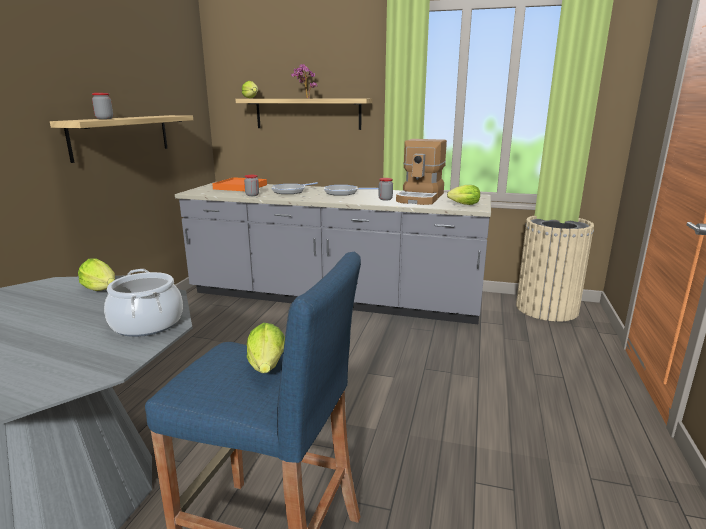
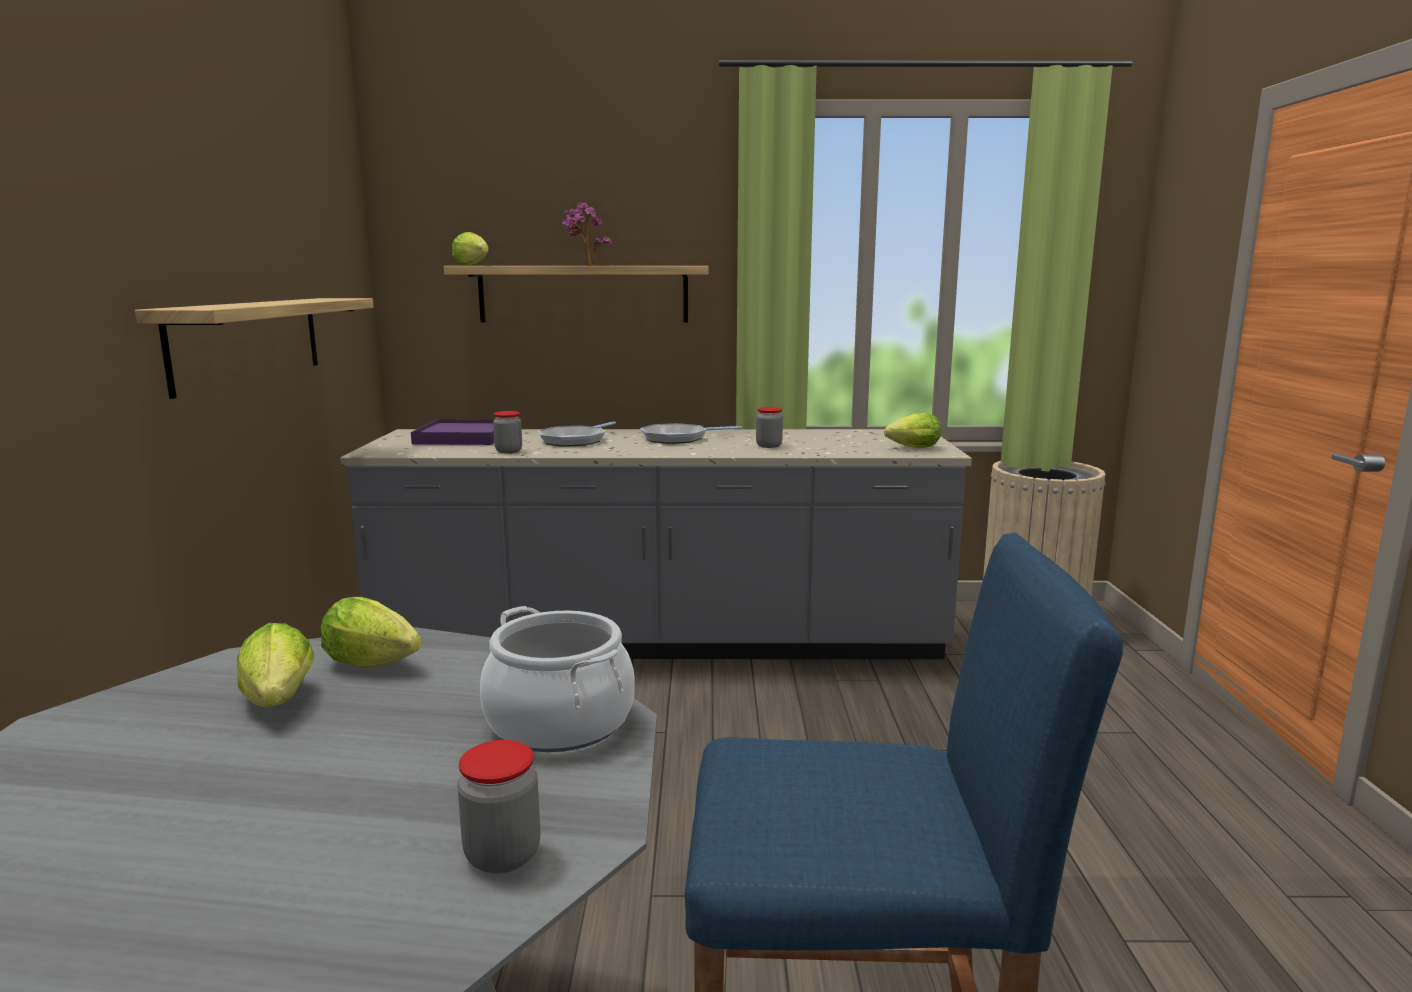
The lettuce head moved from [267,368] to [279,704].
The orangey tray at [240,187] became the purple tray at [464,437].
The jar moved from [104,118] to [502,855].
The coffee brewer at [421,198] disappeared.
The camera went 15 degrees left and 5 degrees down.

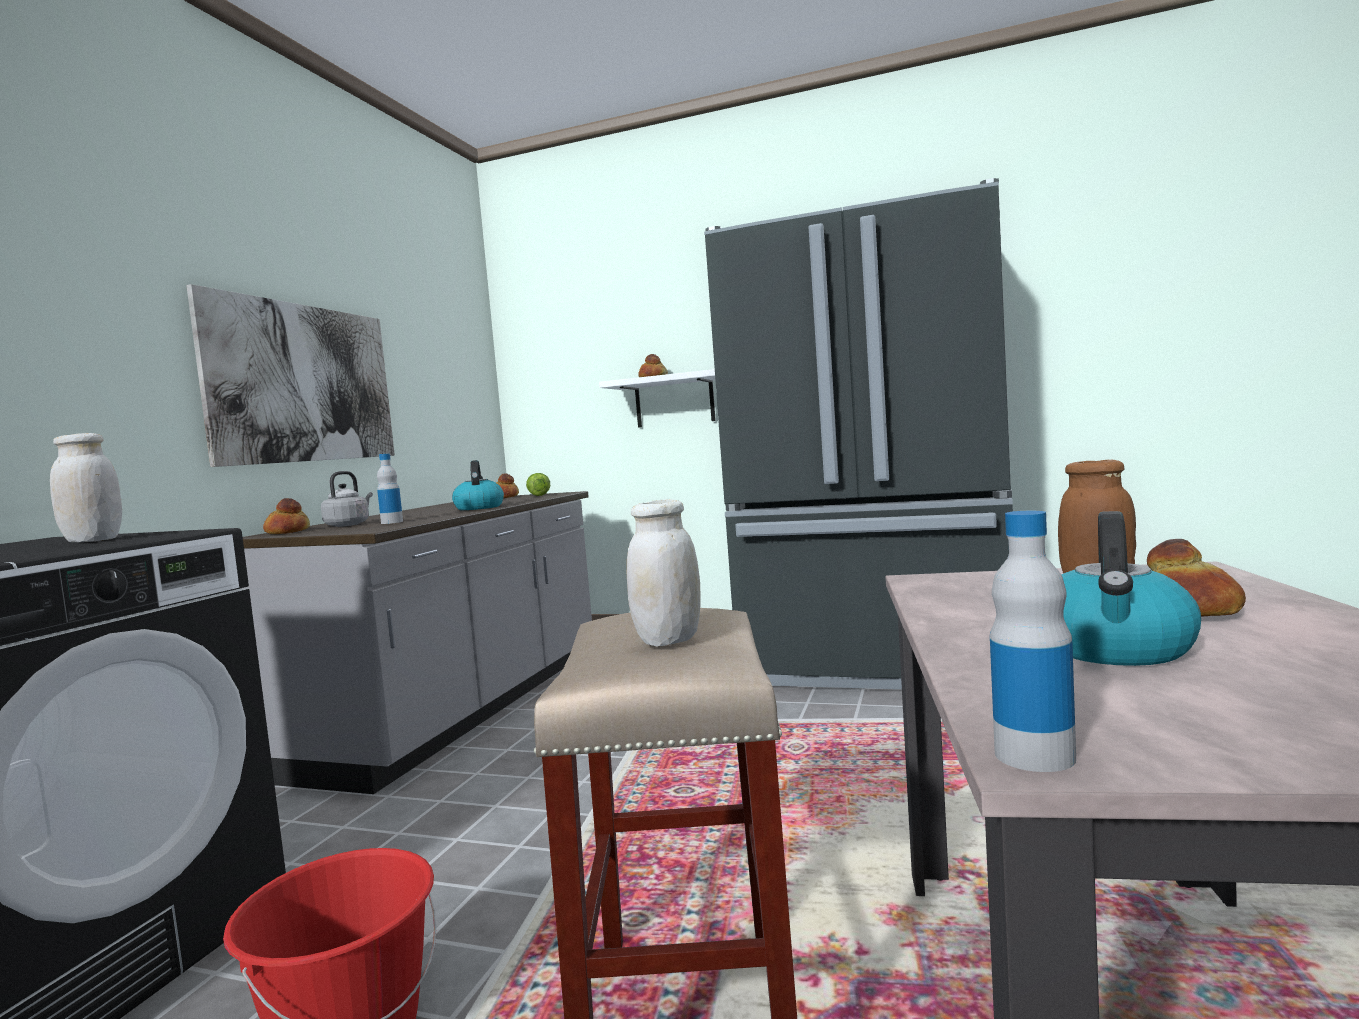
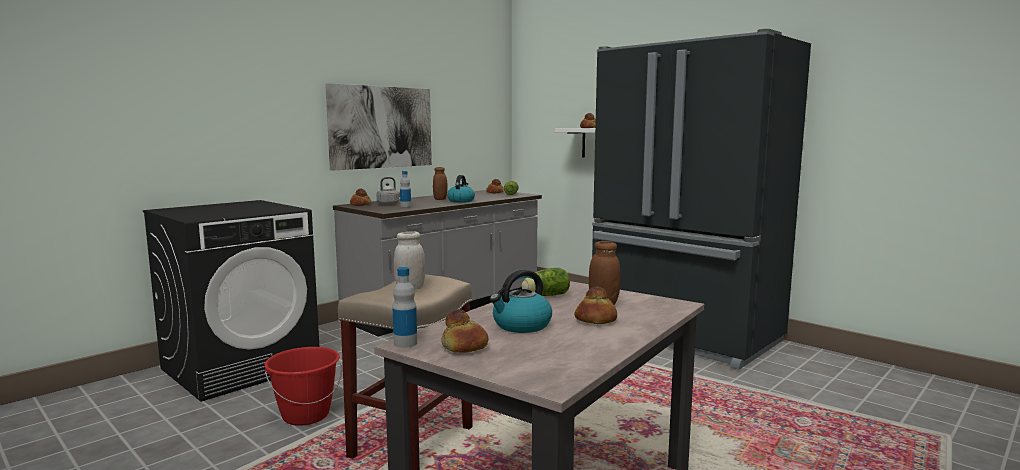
The brown jar at [440,199] appeared.
The bread at [464,347] appeared.
The lettuce head at [544,296] appeared.
The white-coloured jar at [92,541] disappeared.
The camera went 25 degrees right and 5 degrees up.

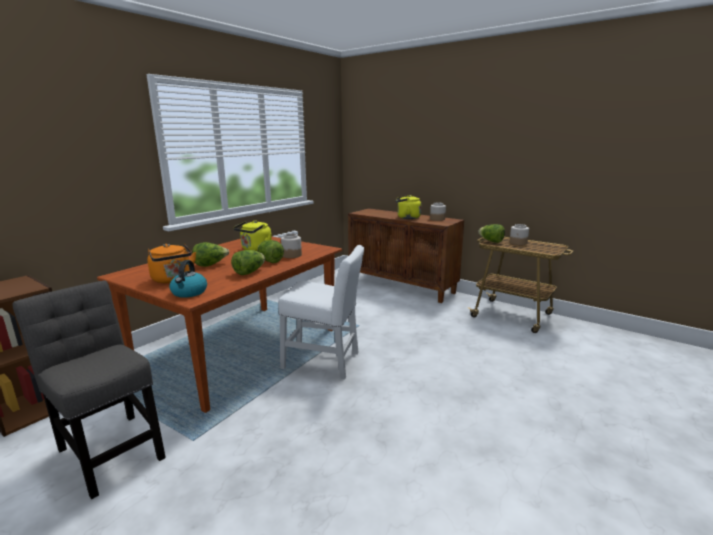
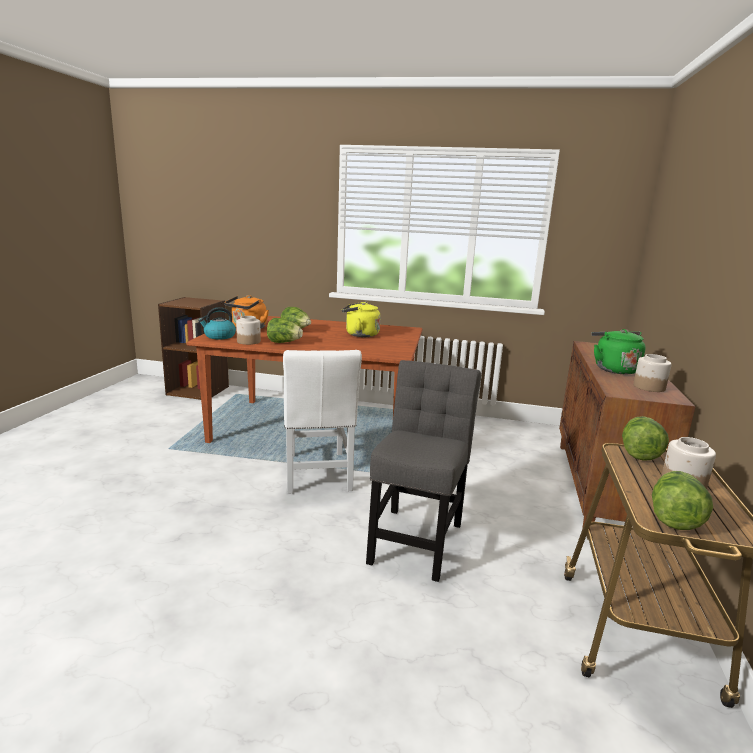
The jar moved from [292,255] to [249,341].
The greyish chair moved from [110,449] to [416,538].
The yellow-coloured kettle at [407,218] became the greenish kettle at [613,369].
The lettuce head moved from [270,261] to [673,517].
The camera went 65 degrees right and 0 degrees up.

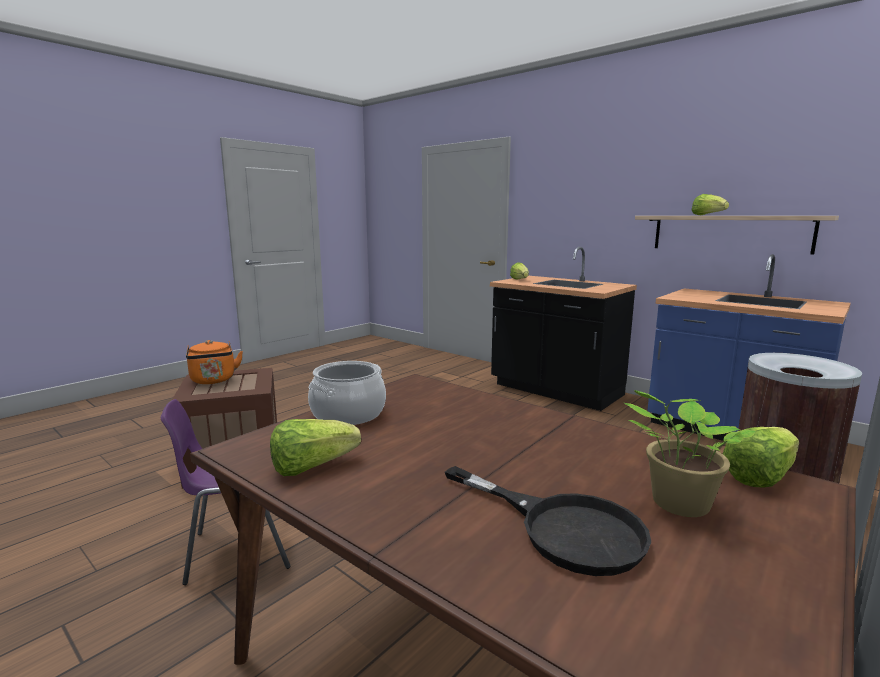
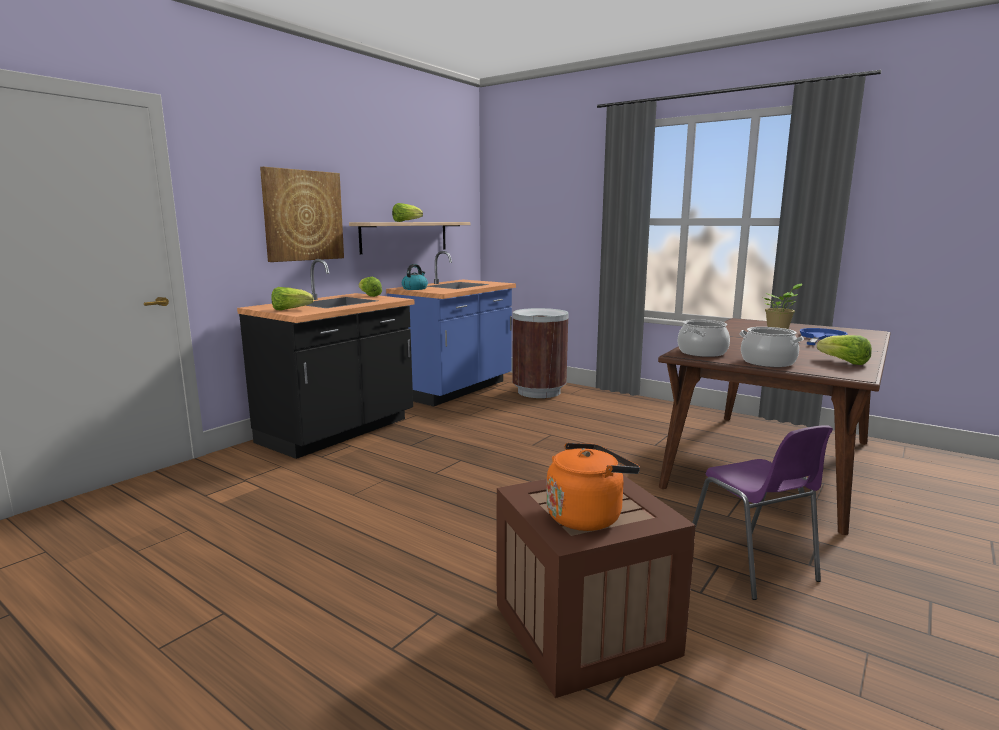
The picture at [303,215] appeared.
The lettuce head moved from [760,476] to [369,296].
The kettle at [415,288] appeared.
The stockpot at [702,352] appeared.
The blackish skillet at [562,527] became the bluish skillet at [820,337].
The camera went 95 degrees left and 0 degrees up.

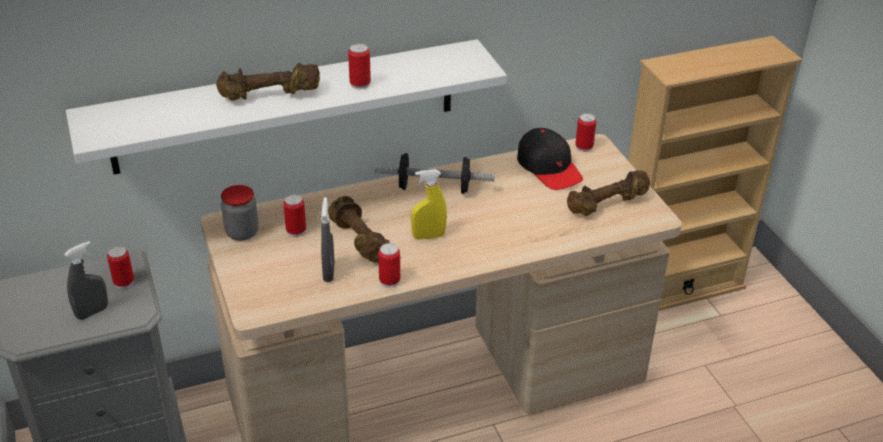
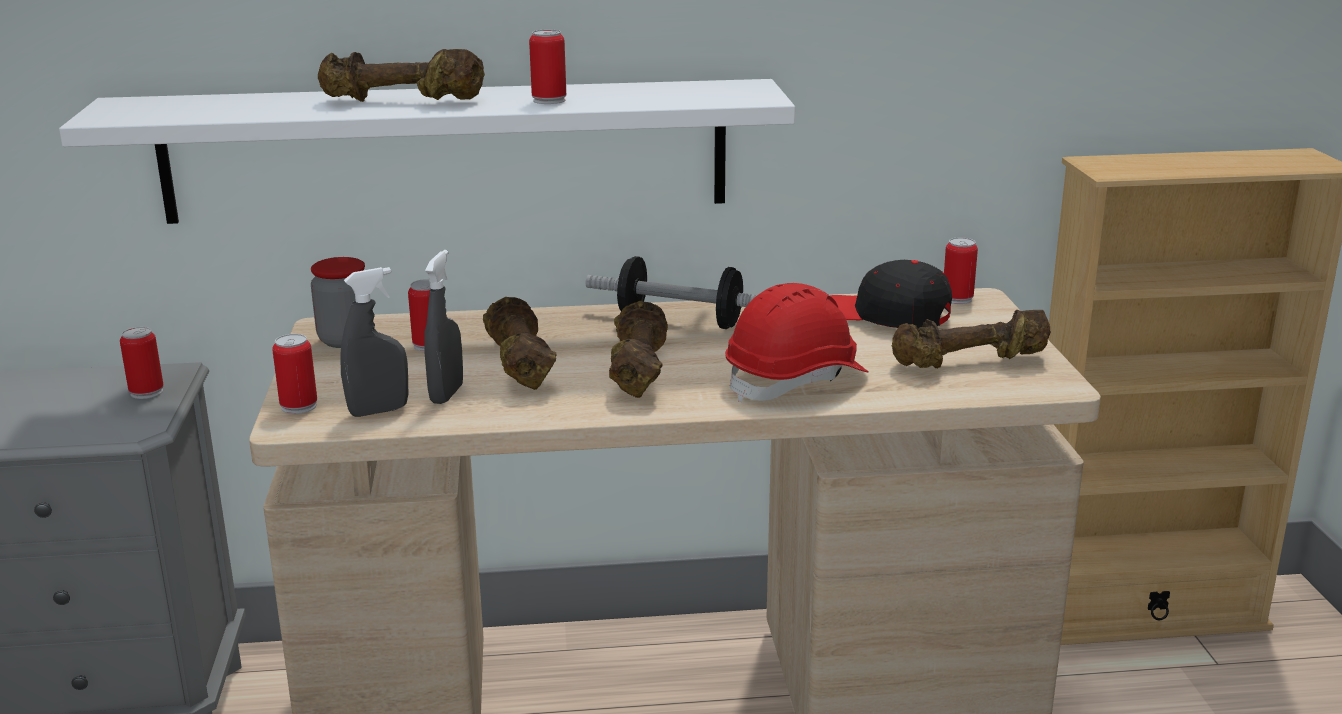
The can moved from [389,280] to [299,406].
The greyish sprayer moved from [92,312] to [378,411].
The yellow-coloured sprayer at [428,236] was replaced by the brown dumbbell at [637,370].
The reddish work helmet at [796,381] appeared.
The blackish cap at [549,168] turned 135 degrees clockwise.
The camera went 15 degrees right and 15 degrees down.

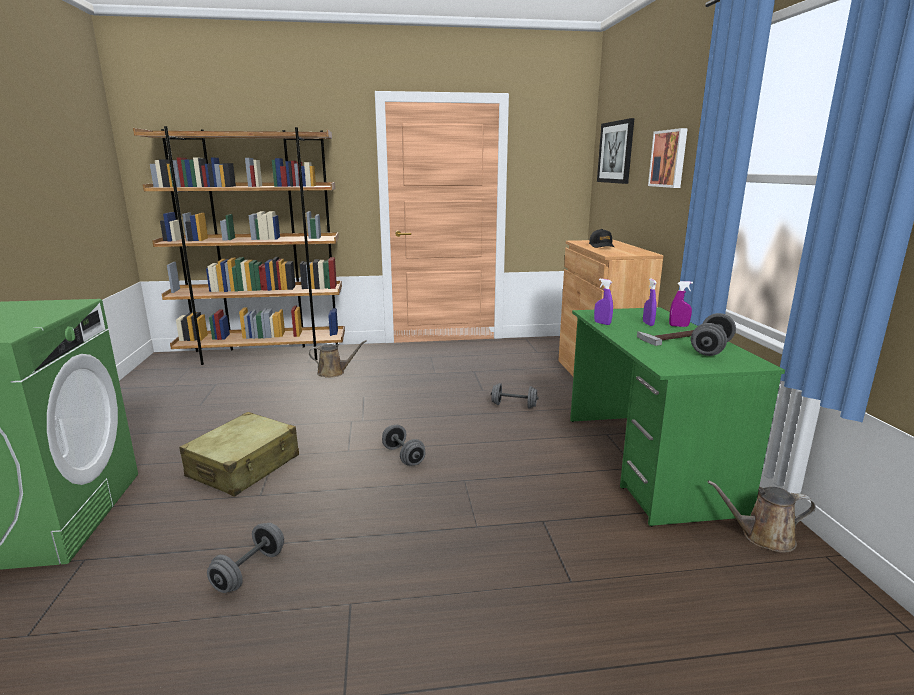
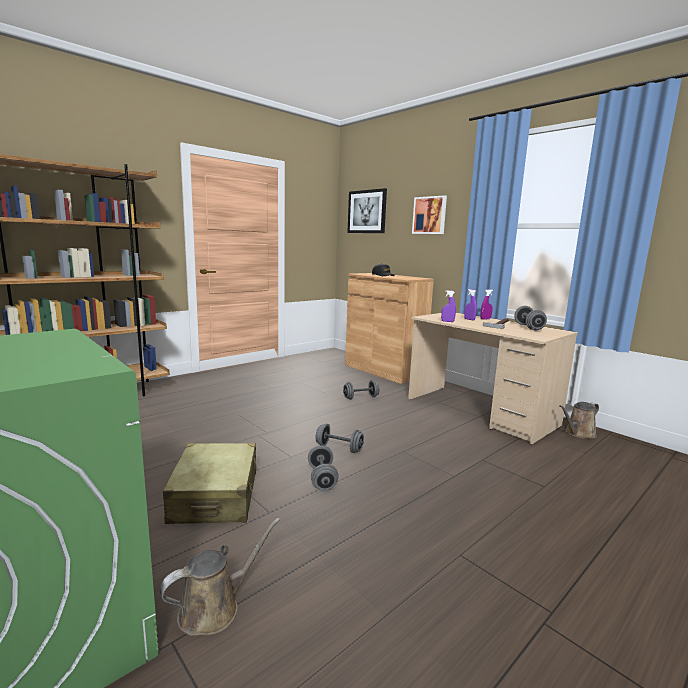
The brown sprinkling can moved from [334,372] to [215,608].
The greyish dumbbell moved from [249,571] to [322,478].
The greenish desk at [646,462] became the beige-coloured desk at [480,412].
The camera went 35 degrees left and 5 degrees down.

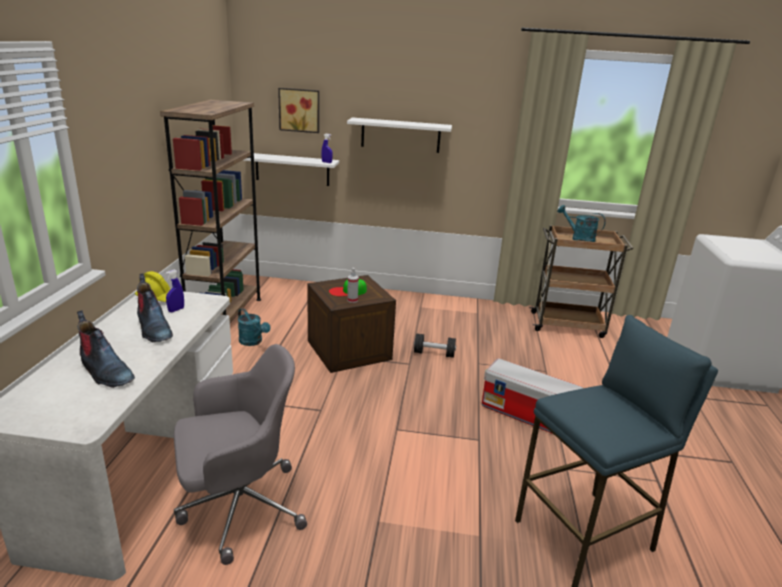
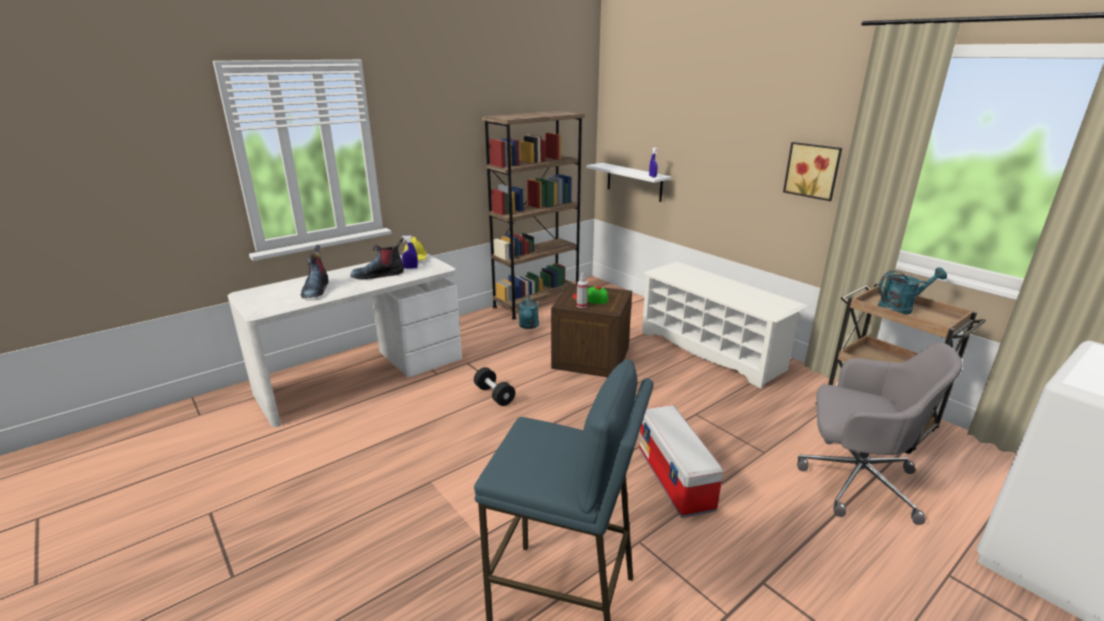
The boot at [153,329] turned 60 degrees clockwise.
The blackish dumbbell moved from [434,353] to [494,395].
The white-coloured shoe shelf at [711,350] appeared.
The picture moved from [299,110] to [813,170].
The greyish desk chair moved from [238,507] to [854,480].
The turquoise sprinkling can at [578,239] turned 90 degrees clockwise.
The white-coloured bracket shelf at [400,135] disappeared.
The camera went 45 degrees right and 0 degrees up.

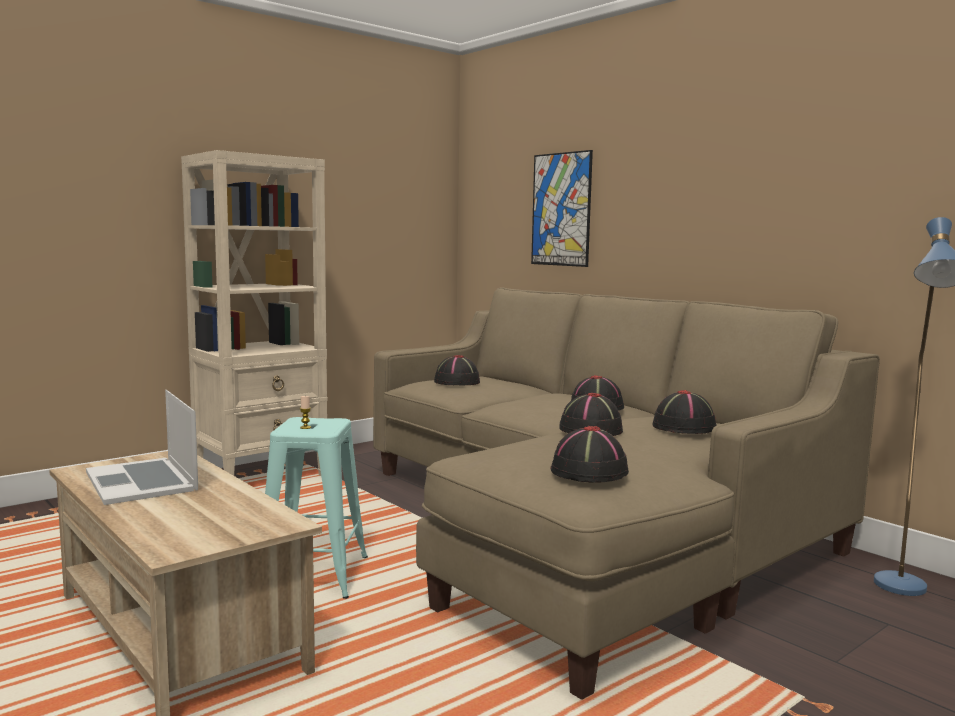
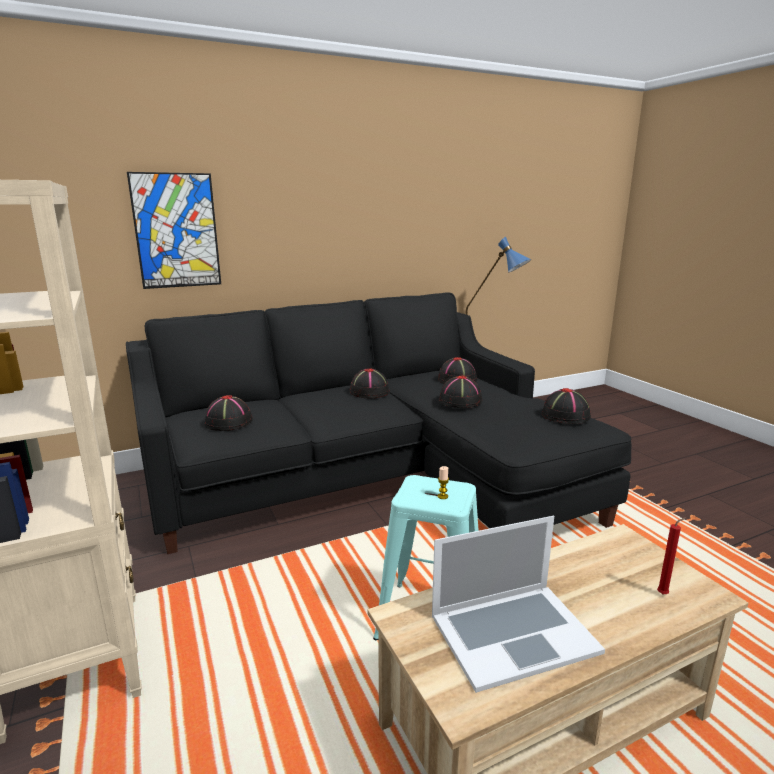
The beige-coloured sofa at [580,527] became the blackish sofa at [373,479].
The reddish candle at [664,594] appeared.
The camera went 75 degrees left and 10 degrees up.

